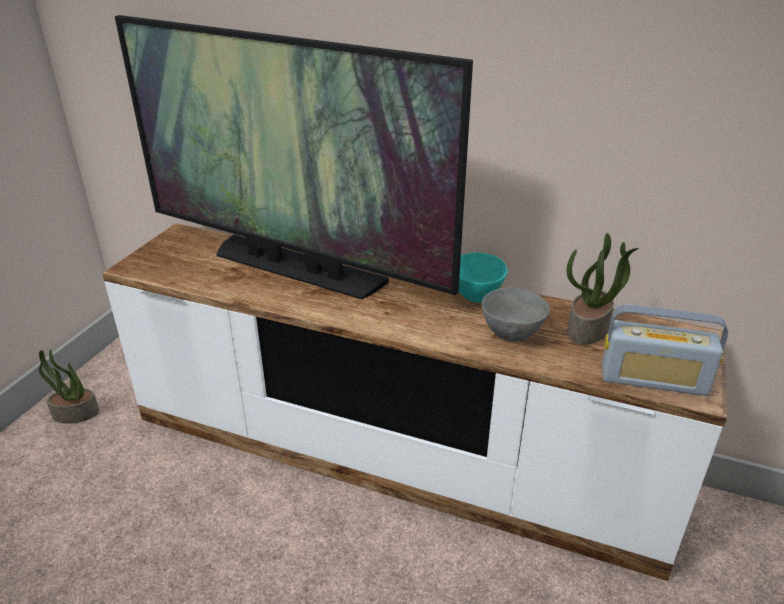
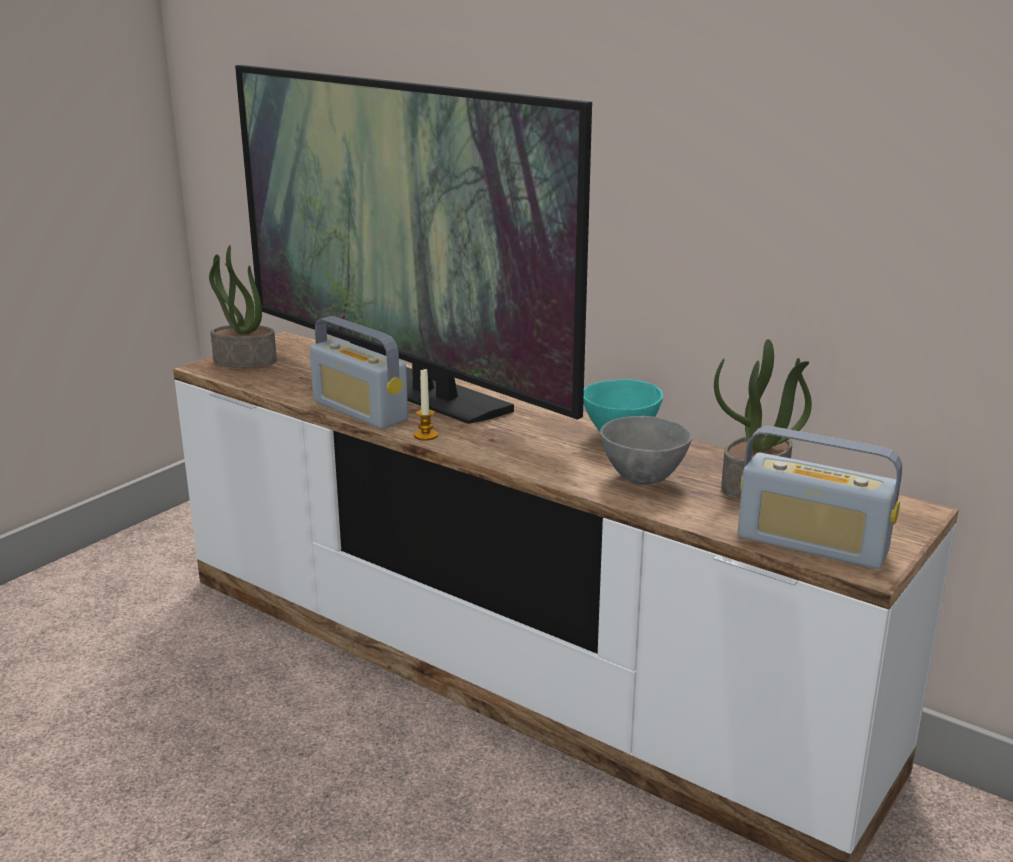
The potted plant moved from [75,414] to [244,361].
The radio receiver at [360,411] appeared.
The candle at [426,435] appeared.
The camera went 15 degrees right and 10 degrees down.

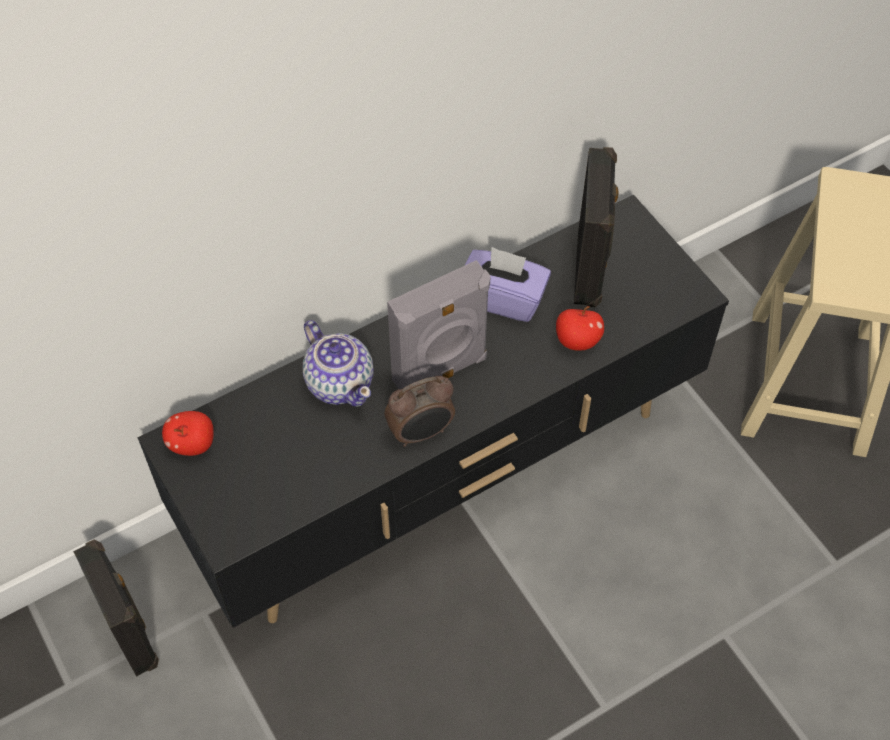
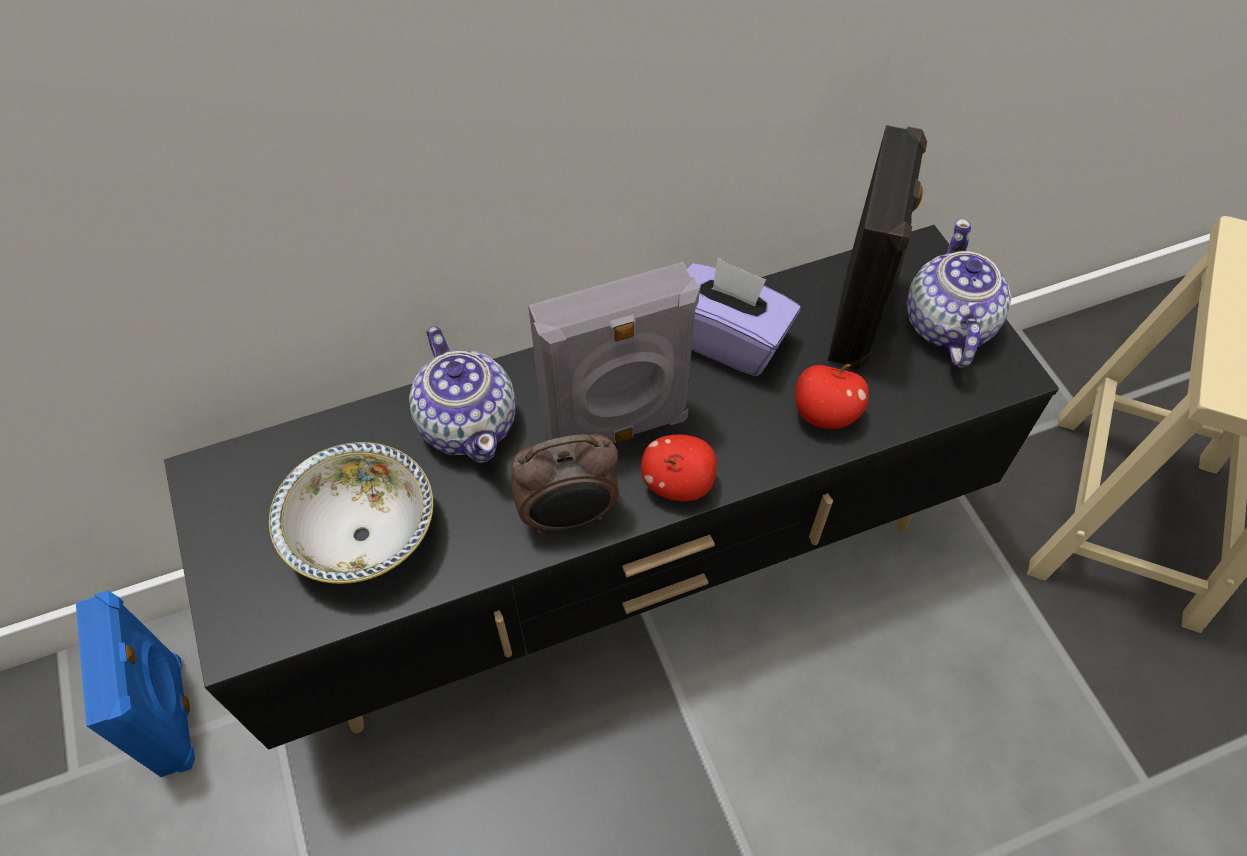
The blackish audio speaker at [132,633] became the bluish audio speaker at [174,714].
The serving bowl at [363,534] appeared.
The apple moved from [192,444] to [678,483].
The pot for tea at [946,325] appeared.
The camera went 10 degrees right and 0 degrees up.

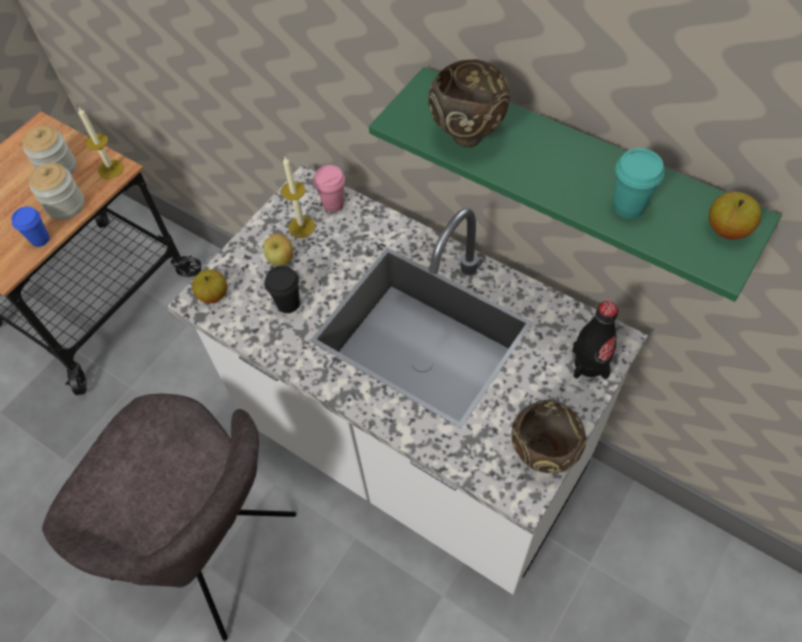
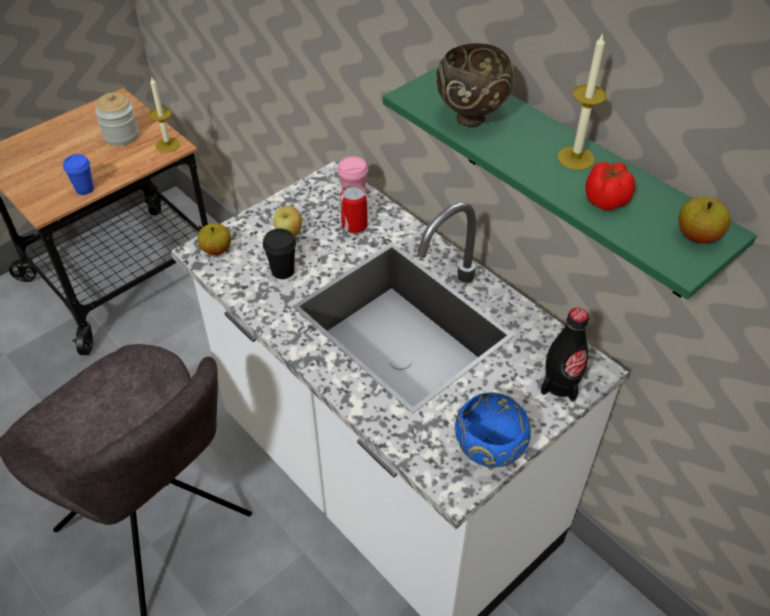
The can at [354,225] appeared.
The brown serving bowl at [544,454] became the bluish serving bowl at [489,455].
The candle moved from [301,227] to [576,158].
The turquoise cup at [628,207] was replaced by the whole tomato at [605,200].
The jar at [65,205] disappeared.
The camera went 10 degrees right and 10 degrees down.

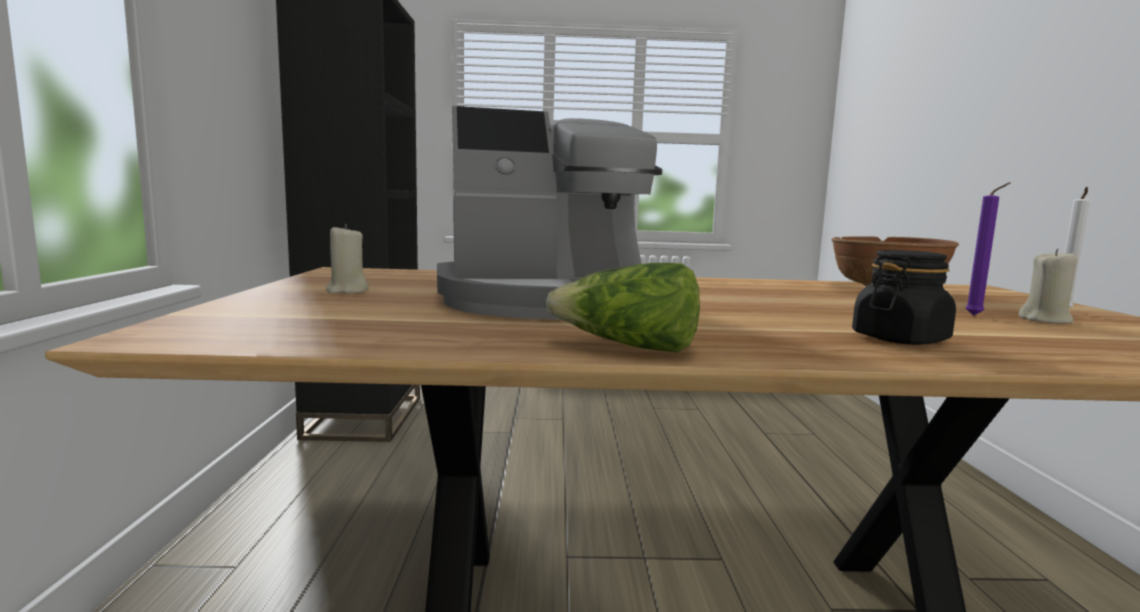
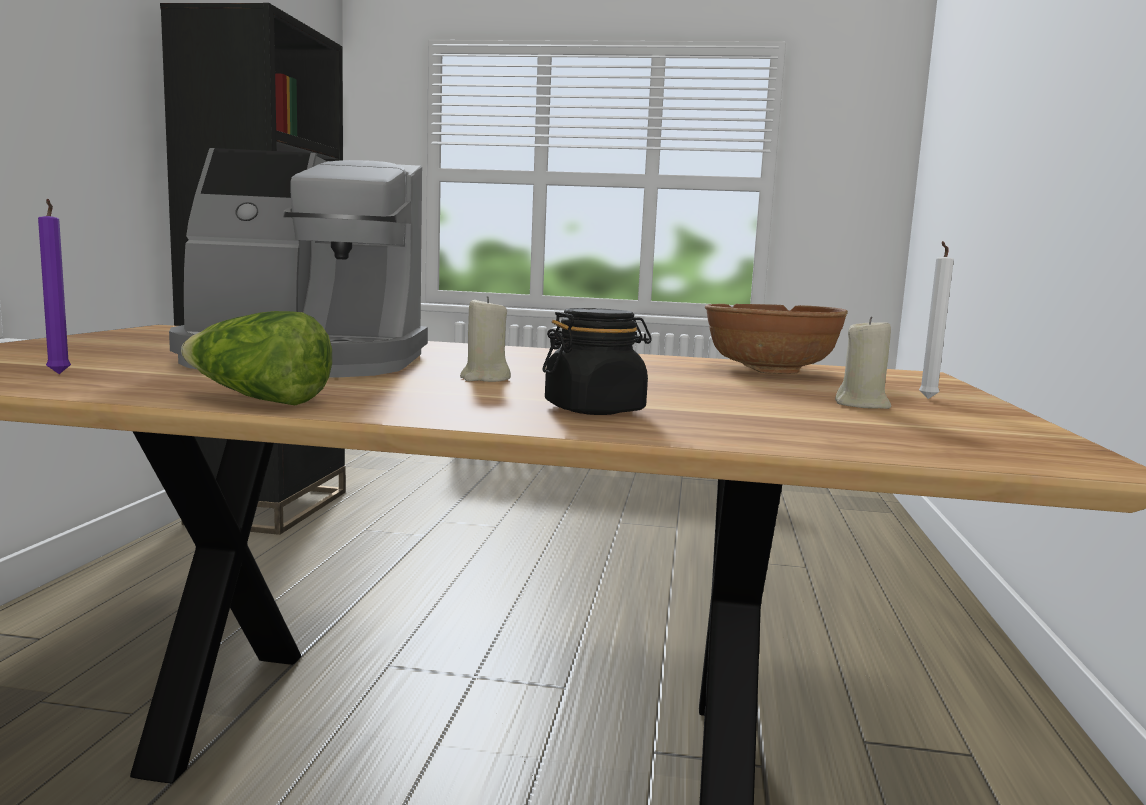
The purple candle moved from [976,316] to [58,374].
The beige-coloured candle moved from [347,291] to [485,379].
The camera went 10 degrees right and 0 degrees up.

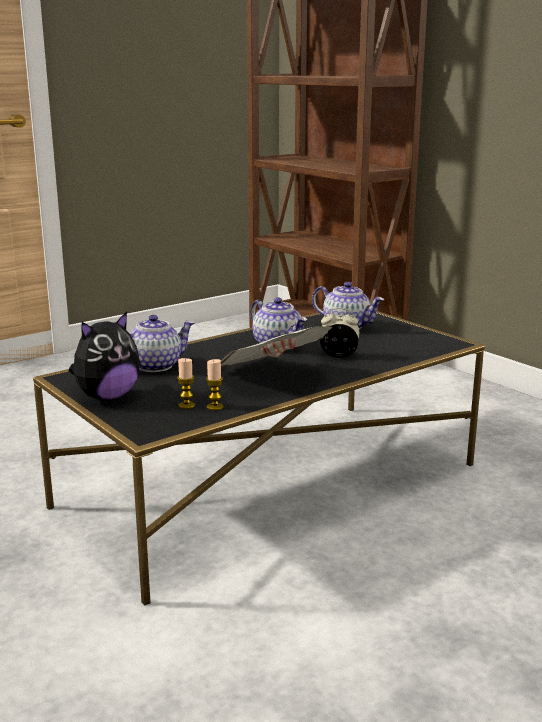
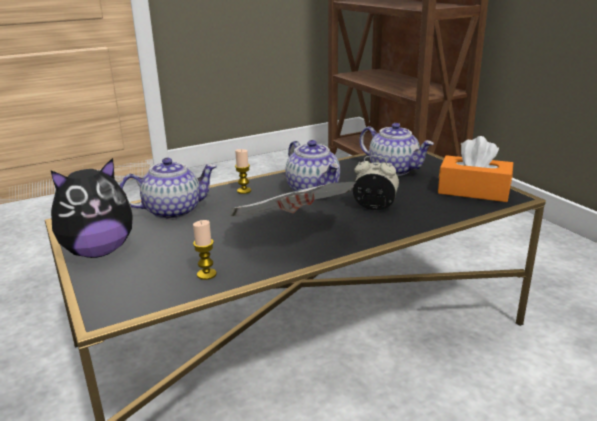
The candle moved from [186,405] to [244,191].
The orangey tissue holder at [473,191] appeared.
The camera went 10 degrees right and 5 degrees up.

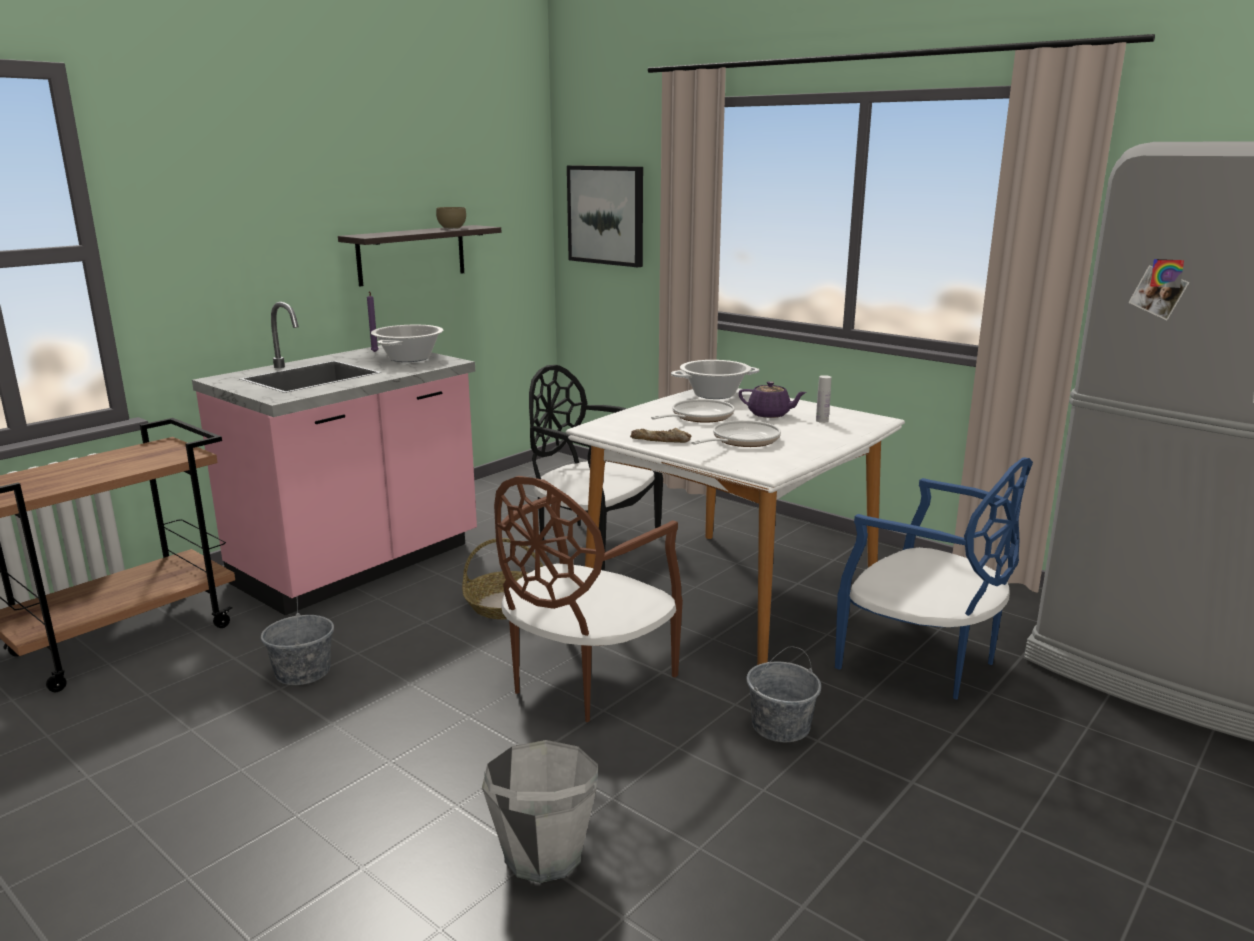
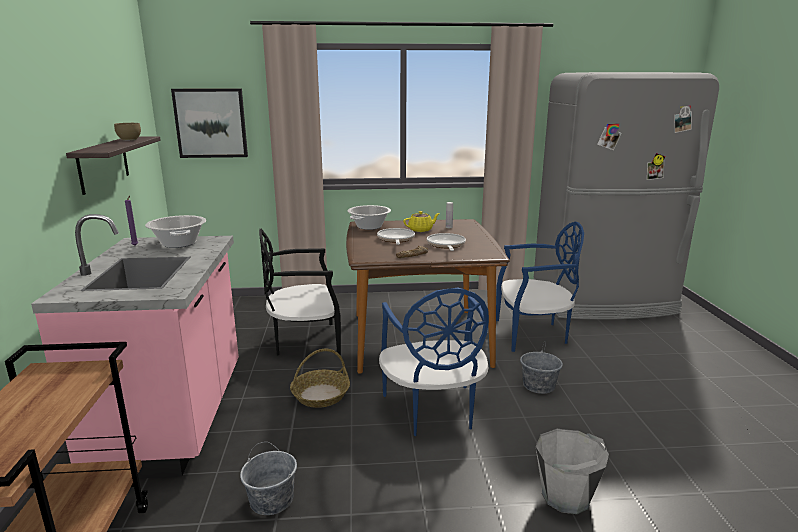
The white-coloured dining table at [730,596] became the brown dining table at [419,339].
The brown chair at [584,680] became the bluish chair at [433,411].
The purple pot for tea at [770,414] became the yellow-coloured pot for tea at [421,230].
The camera went 45 degrees left and 0 degrees up.

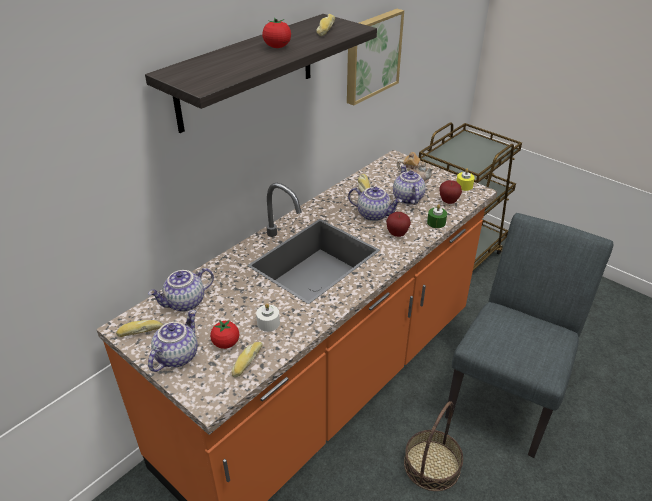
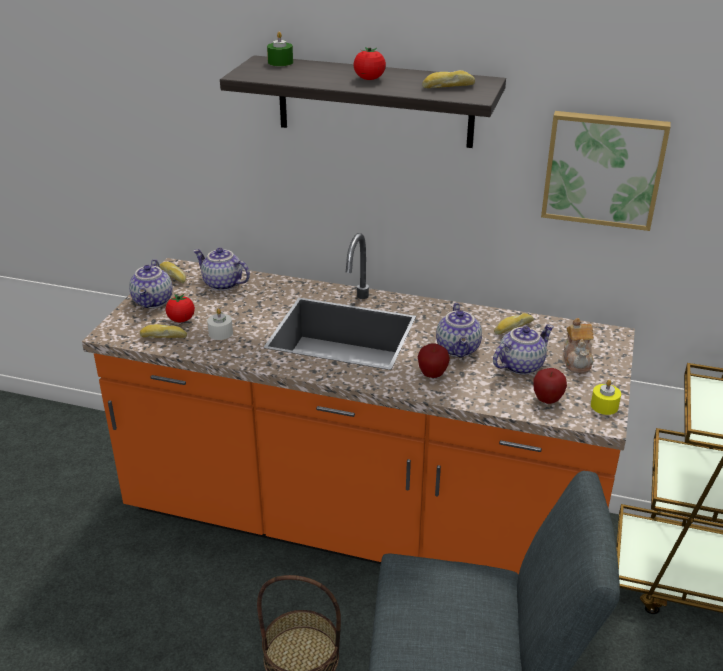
The pot for tea at [176,356] turned 90 degrees clockwise.
The greenish candle moved from [436,222] to [280,62].
The camera went 65 degrees right and 5 degrees down.

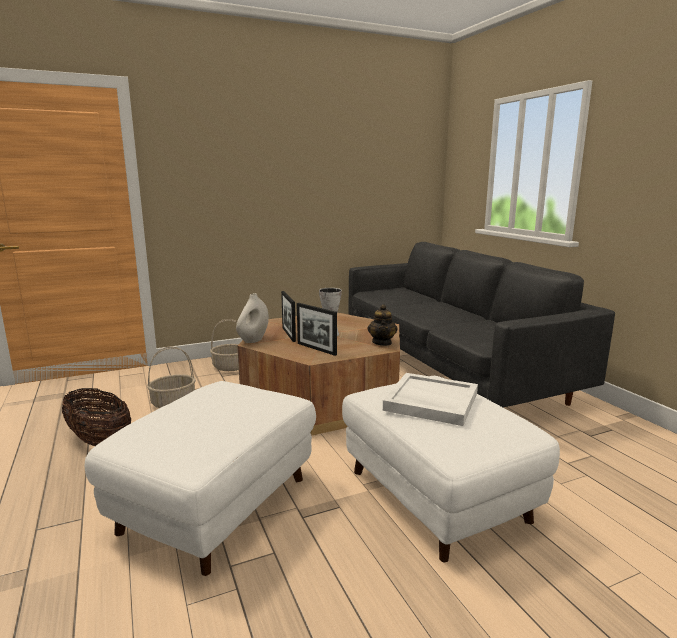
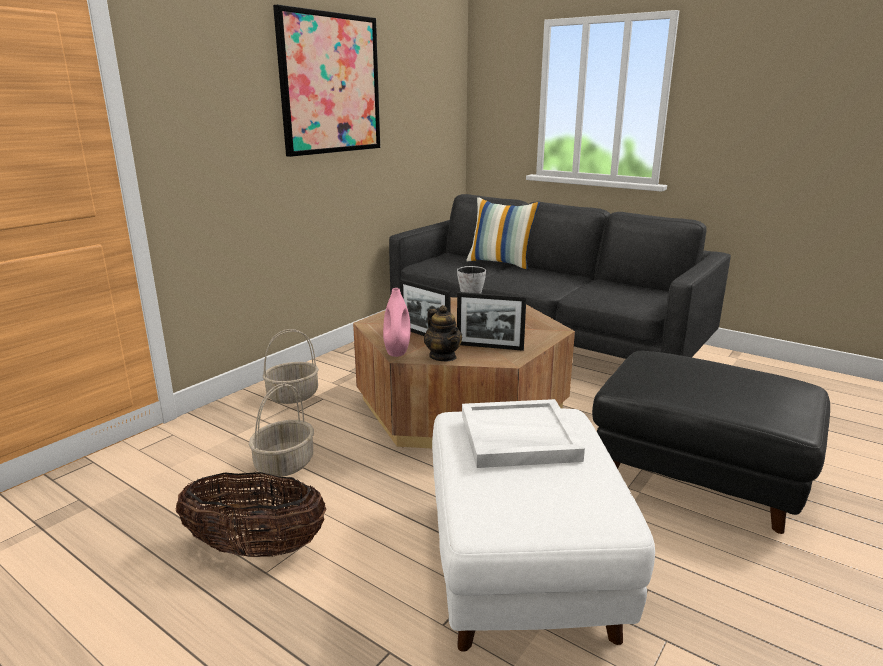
The picture at [330,84] appeared.
The white-coloured vase at [253,340] became the pink vase at [397,351].
The pot for tea moved from [382,342] to [443,357].
The white-coloured tray moved from [430,402] to [517,437].
The pillow at [501,263] appeared.
The white-coloured footrest at [438,495] became the blackish footrest at [700,474].
The camera went 30 degrees left and 5 degrees up.

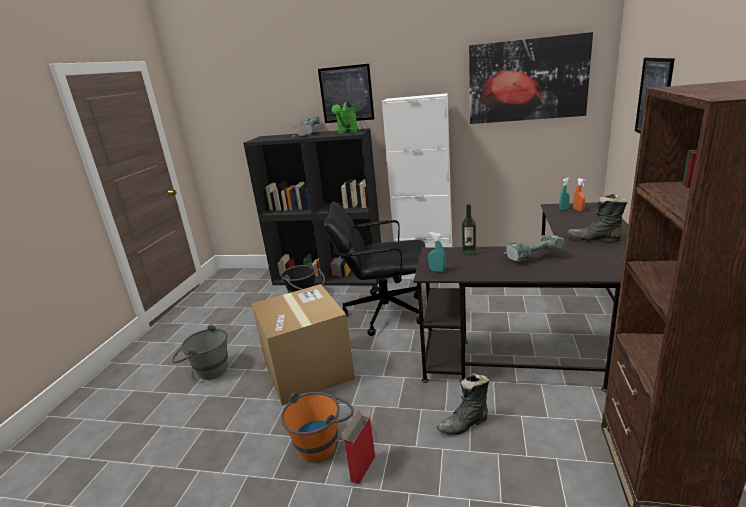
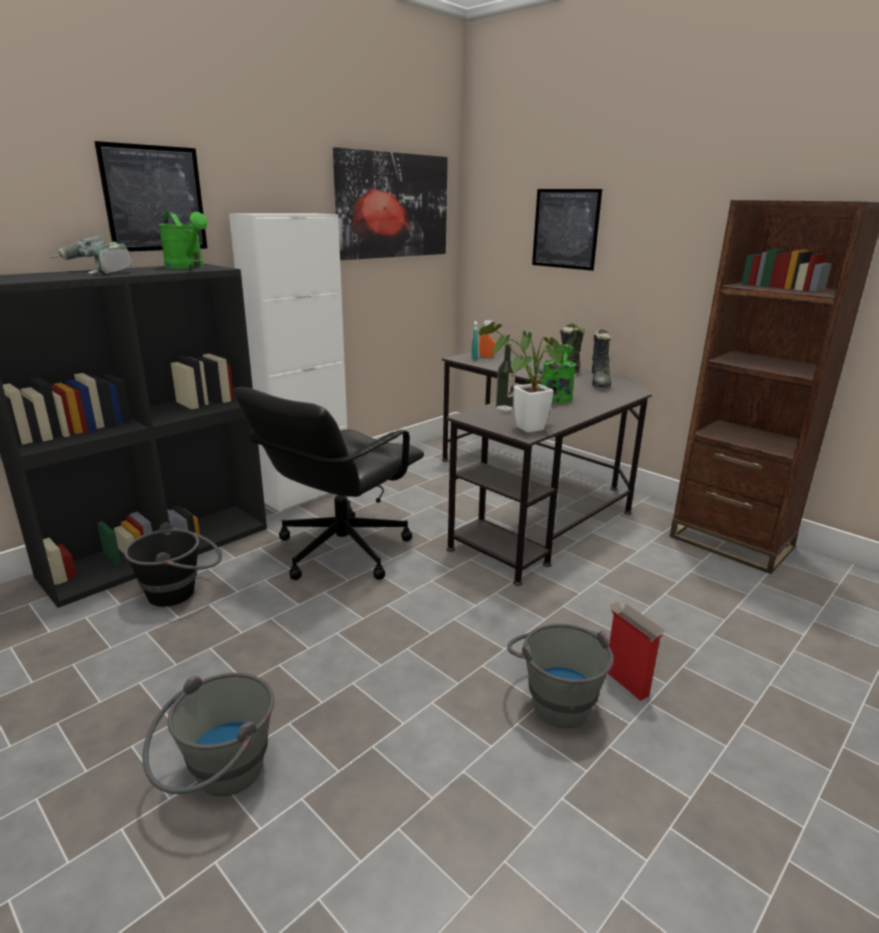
The turquoise sprayer at [437,271] was replaced by the potted plant at [524,429].
The orangey pail at [323,442] became the greyish pail at [554,698].
The drill at [532,256] was replaced by the greenish sprinkling can at [556,396].
The blackish boot moved from [464,425] to [600,383].
The packing box at [308,371] disappeared.
The camera went 60 degrees left and 0 degrees up.

